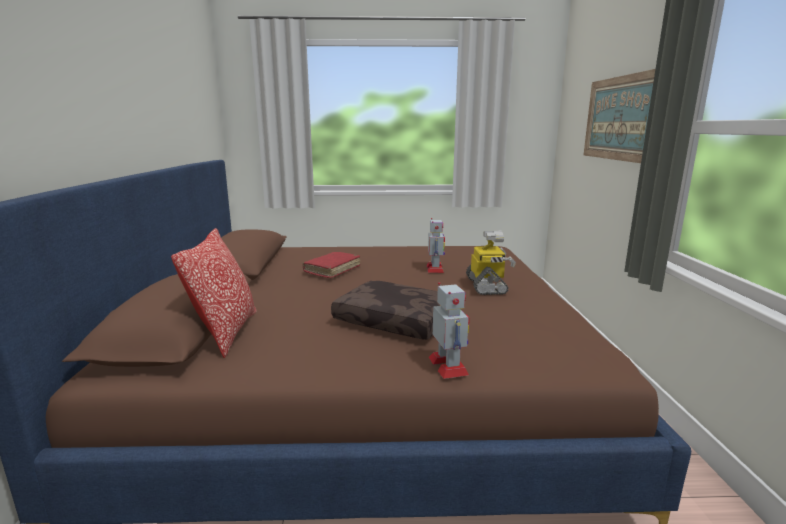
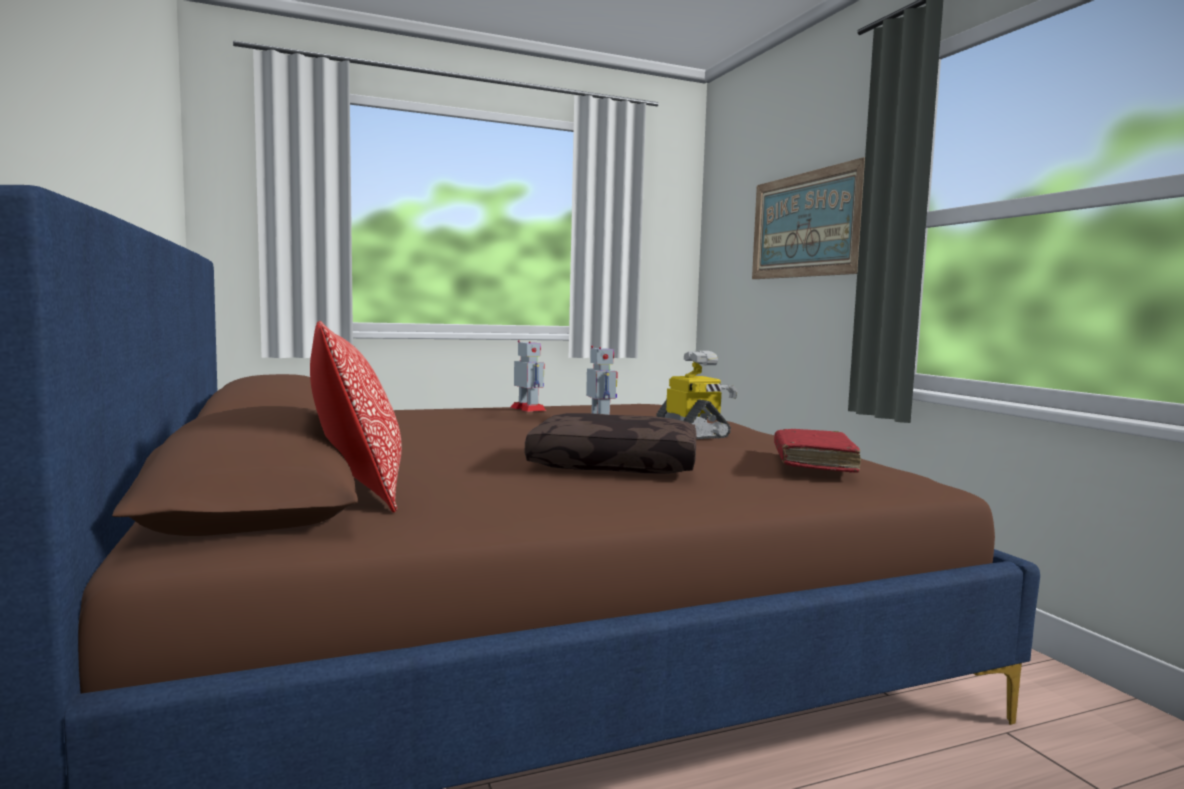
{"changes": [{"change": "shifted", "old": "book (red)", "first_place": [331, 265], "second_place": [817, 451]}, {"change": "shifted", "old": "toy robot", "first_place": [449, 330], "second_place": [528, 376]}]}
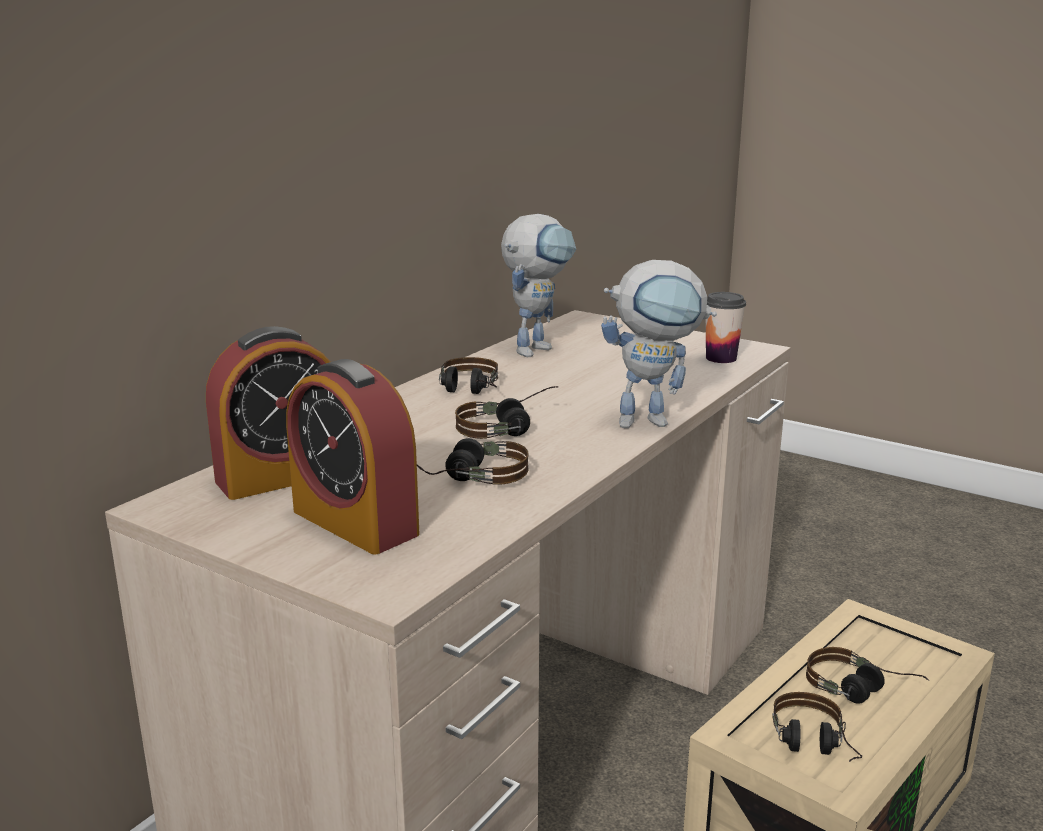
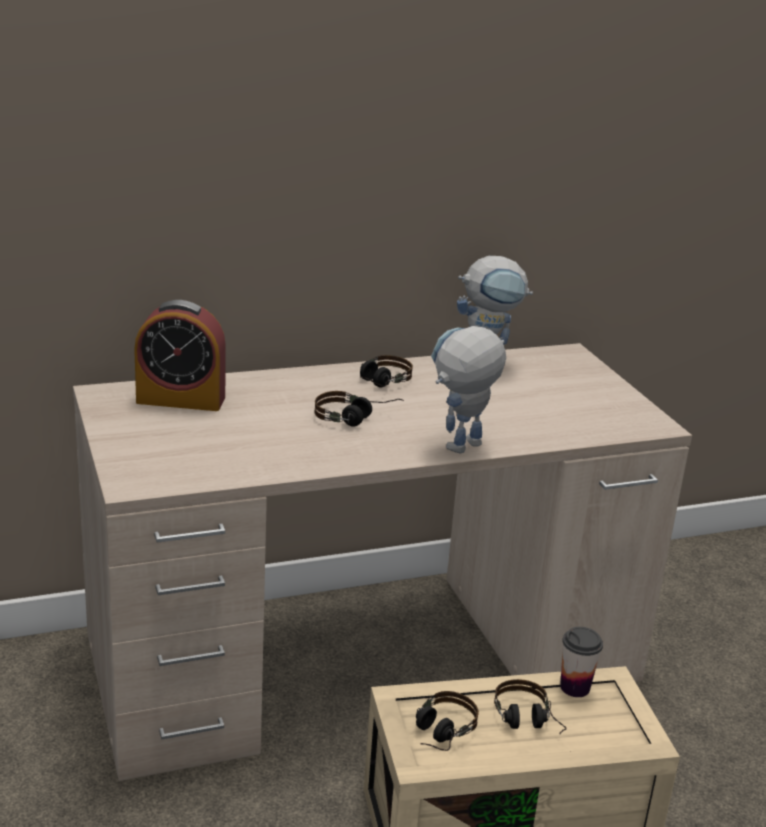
{"changes": [{"change": "rotated", "old": "toy robot", "first_place": [659, 344], "second_place": [468, 390], "degrees": 105}, {"change": "shifted", "old": "cup", "first_place": [726, 327], "second_place": [581, 662]}, {"change": "gone", "old": "alarm clock", "first_place": [352, 457]}, {"change": "gone", "old": "headphones", "first_place": [473, 461]}]}
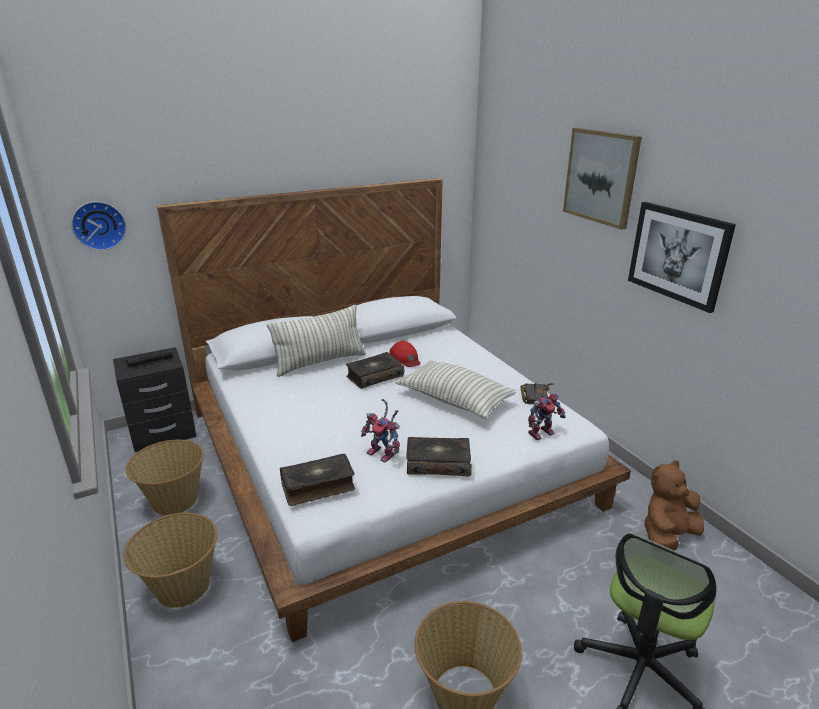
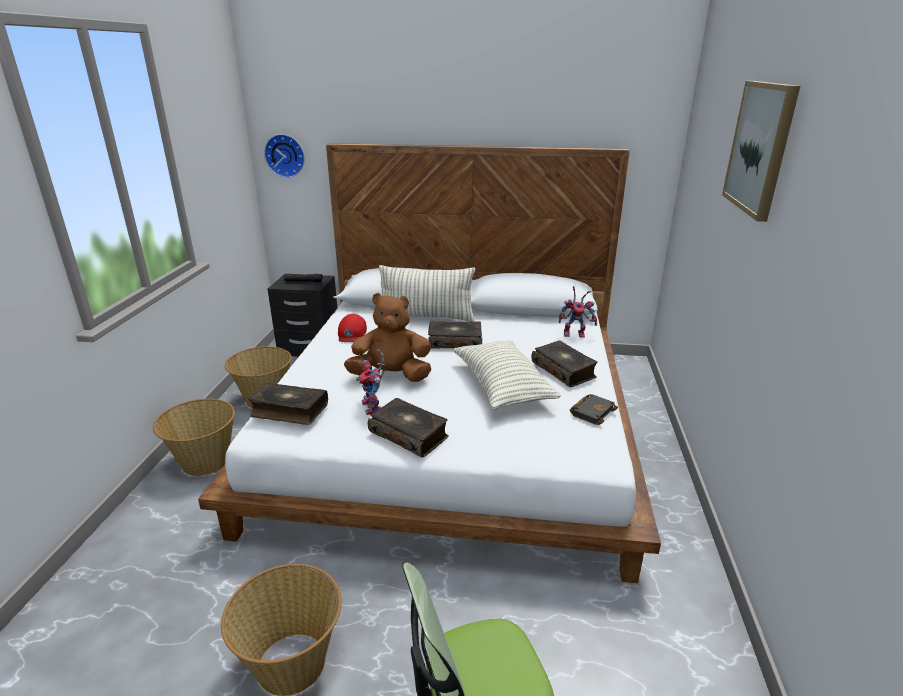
{"changes": [{"change": "gone", "old": "picture", "first_place": [682, 257]}, {"change": "shifted", "old": "cap (red)", "first_place": [405, 354], "second_place": [352, 328]}, {"change": "shifted", "old": "toy robot", "first_place": [547, 411], "second_place": [578, 312]}, {"change": "shifted", "old": "plush toy (brown)", "first_place": [674, 505], "second_place": [387, 337]}, {"change": "new", "new": "book", "second_place": [564, 364]}]}
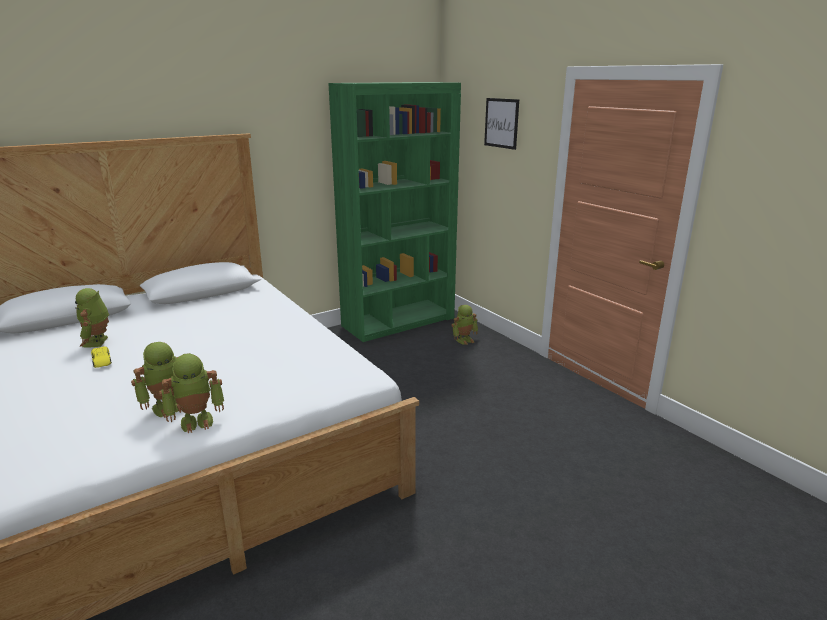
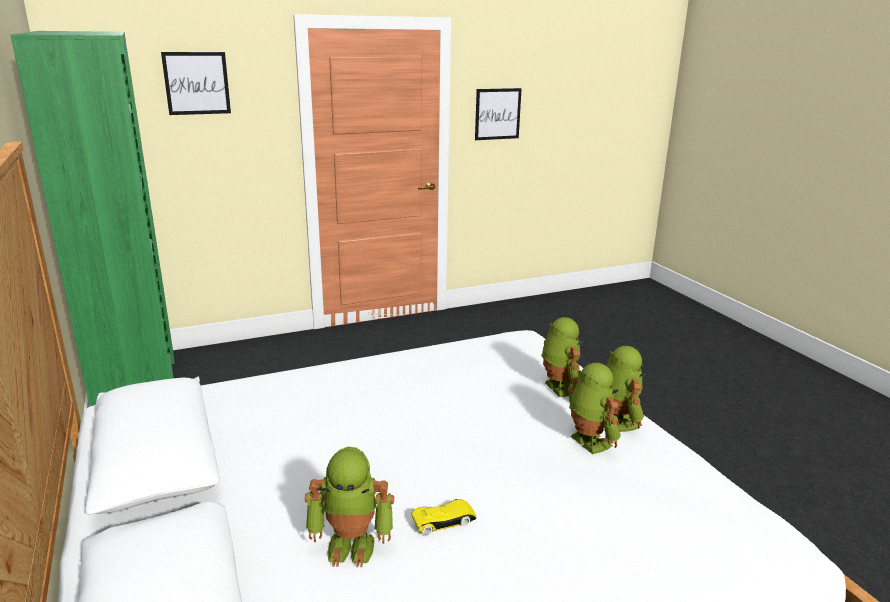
{"changes": [{"change": "shifted", "old": "toy robot", "first_place": [465, 325], "second_place": [562, 357]}, {"change": "new", "new": "picture", "second_place": [498, 114]}]}
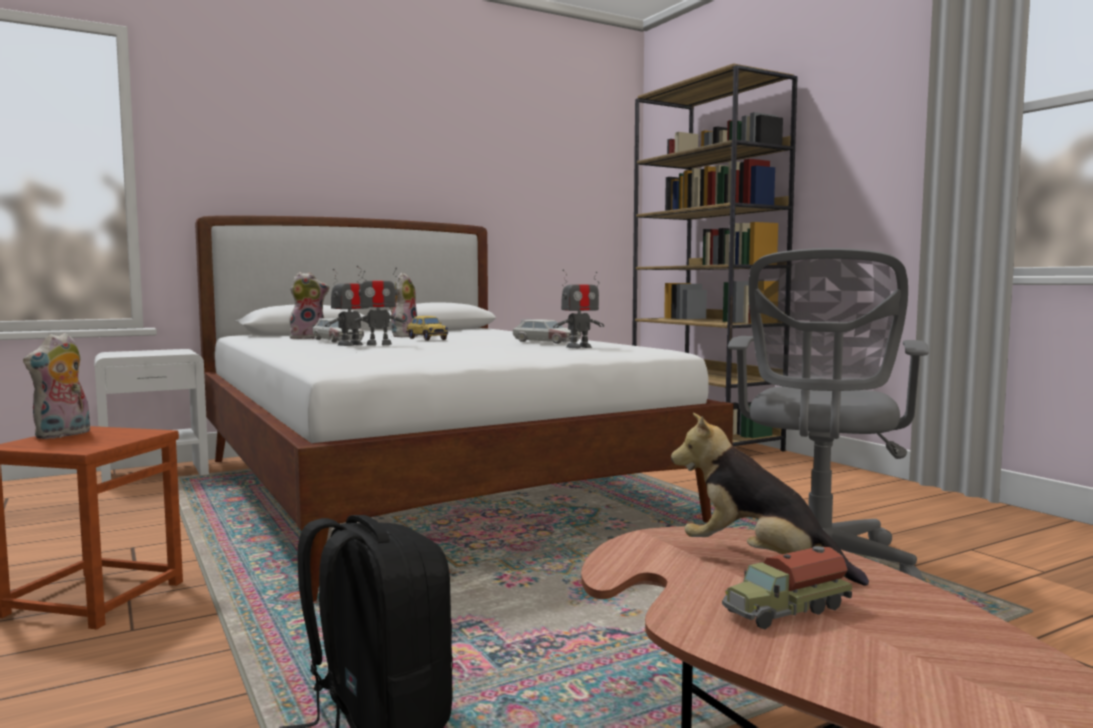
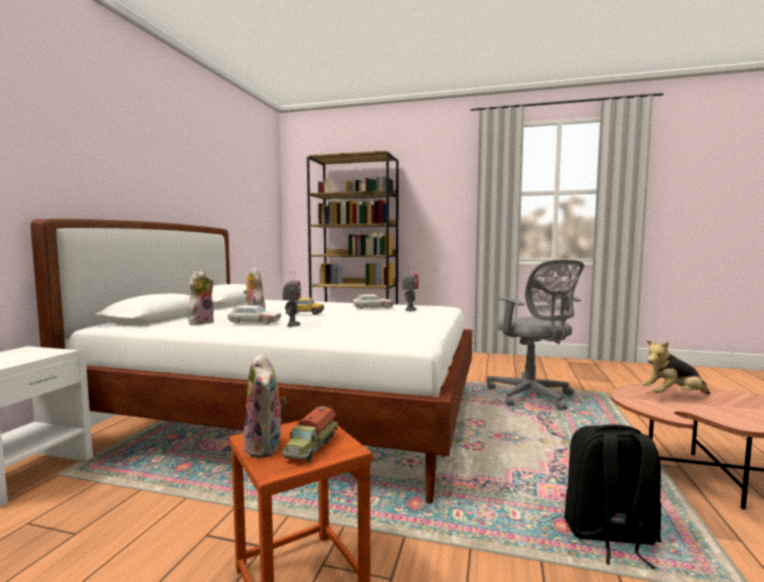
{"changes": [{"change": "gone", "old": "toy robot", "first_place": [378, 305]}, {"change": "shifted", "old": "toy truck", "first_place": [787, 588], "second_place": [310, 434]}]}
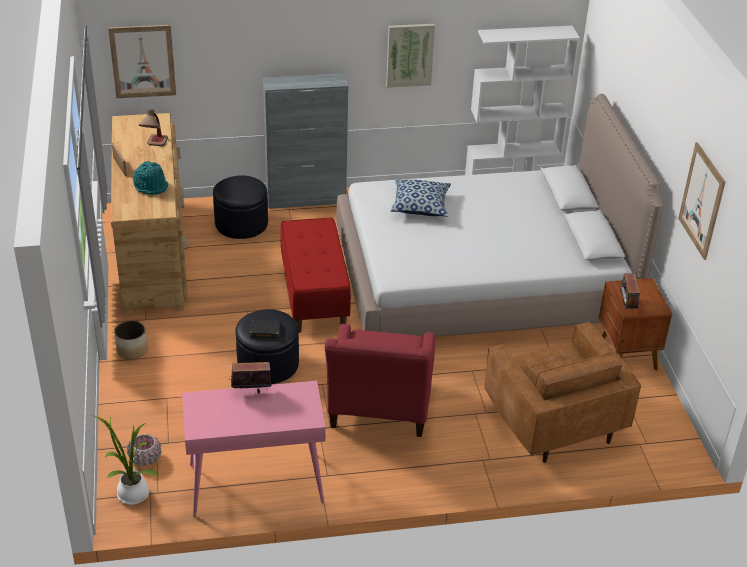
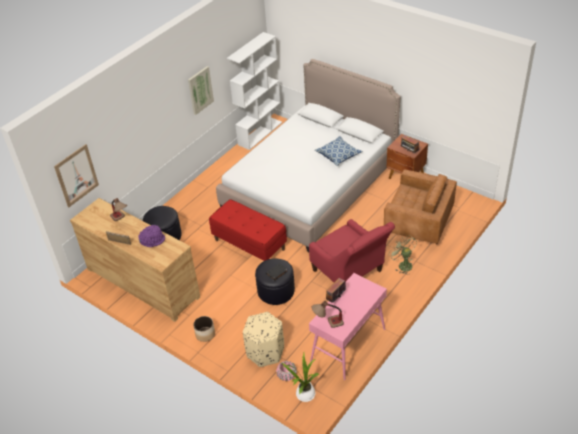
{"changes": [{"change": "gone", "old": "cabinet (grey)", "first_place": [305, 141]}, {"change": "gone", "old": "picture", "first_place": [701, 201]}, {"change": "repainted", "old": "hat (turquoise)", "new": "hat (purple)", "first_place": [150, 178], "second_place": [151, 236]}, {"change": "shifted", "old": "pillow", "first_place": [420, 198], "second_place": [339, 151]}, {"change": "new", "new": "fan (green)", "second_place": [403, 255]}, {"change": "new", "new": "table lamp", "second_place": [328, 314]}, {"change": "new", "new": "ottoman (beige)", "second_place": [263, 339]}]}
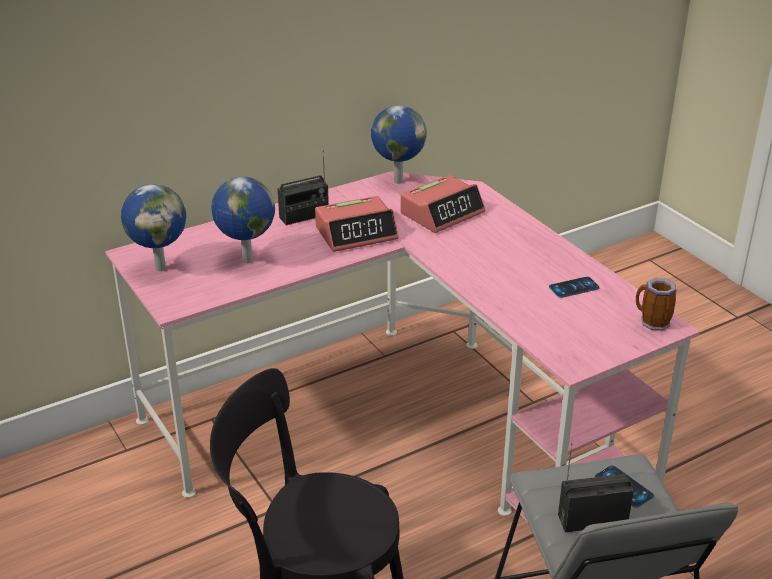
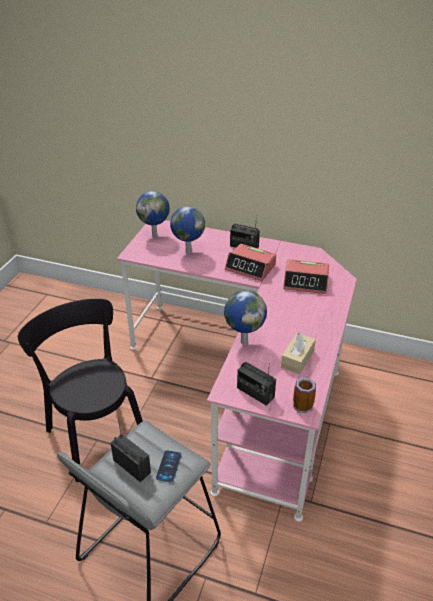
{"changes": [{"change": "shifted", "old": "globe", "first_place": [399, 144], "second_place": [245, 317]}, {"change": "swapped", "old": "phone", "new": "tissue box (beige)", "first_place": [574, 287], "second_place": [298, 353]}, {"change": "new", "new": "radio", "second_place": [256, 384]}]}
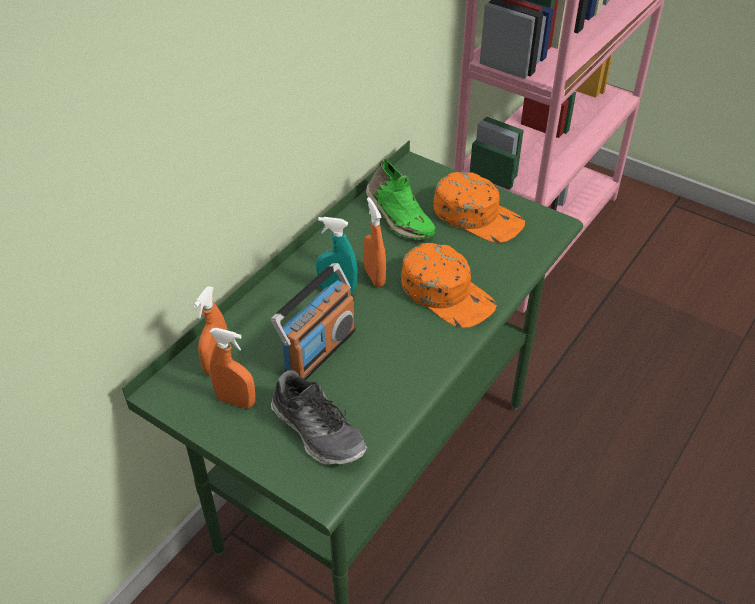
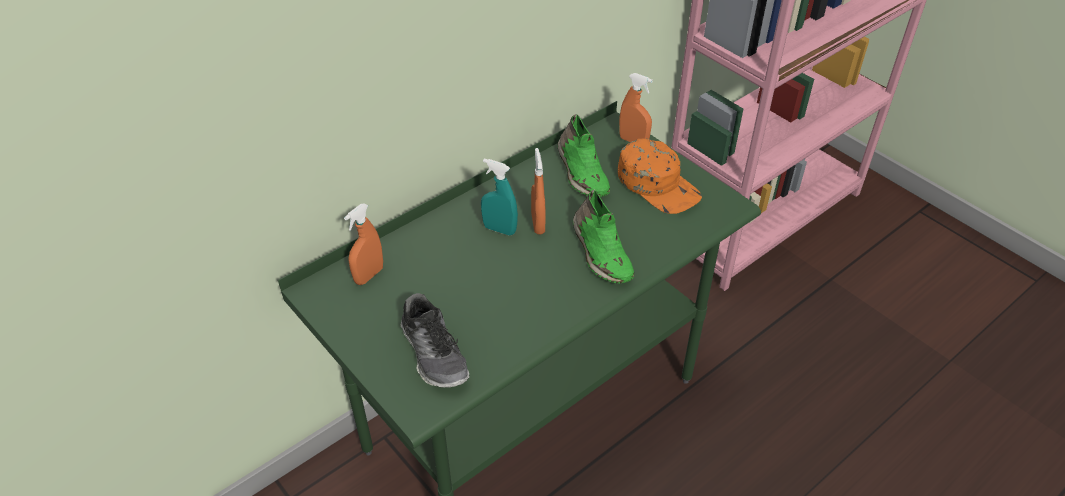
{"changes": [{"change": "swapped", "old": "cap (orange)", "new": "shoe (green)", "first_place": [449, 285], "second_place": [603, 236]}, {"change": "gone", "old": "radio", "first_place": [313, 321]}, {"change": "shifted", "old": "spray bottle (orange)", "first_place": [232, 368], "second_place": [636, 107]}]}
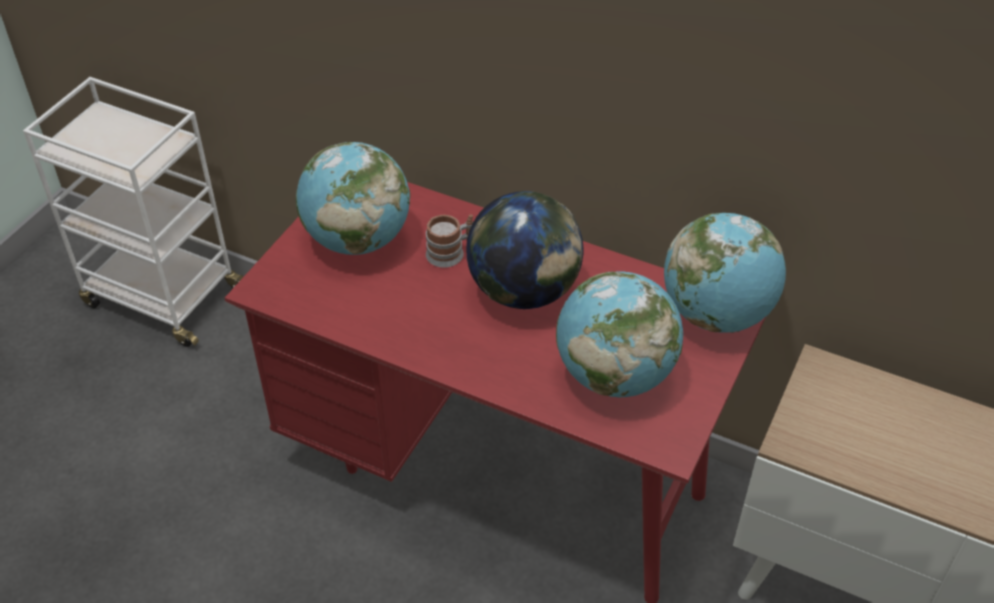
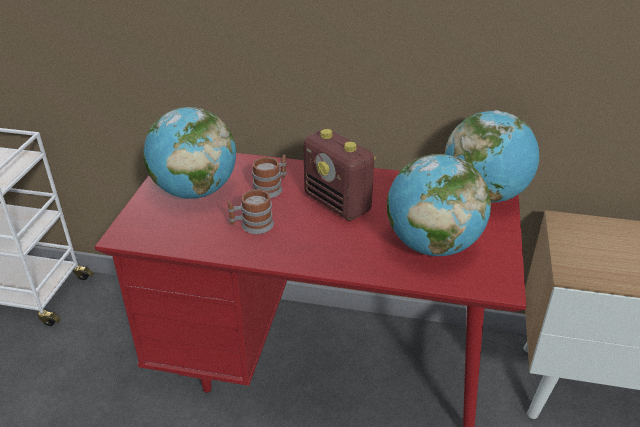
{"changes": [{"change": "swapped", "old": "globe", "new": "radio", "first_place": [525, 250], "second_place": [340, 174]}, {"change": "new", "new": "mug", "second_place": [250, 211]}]}
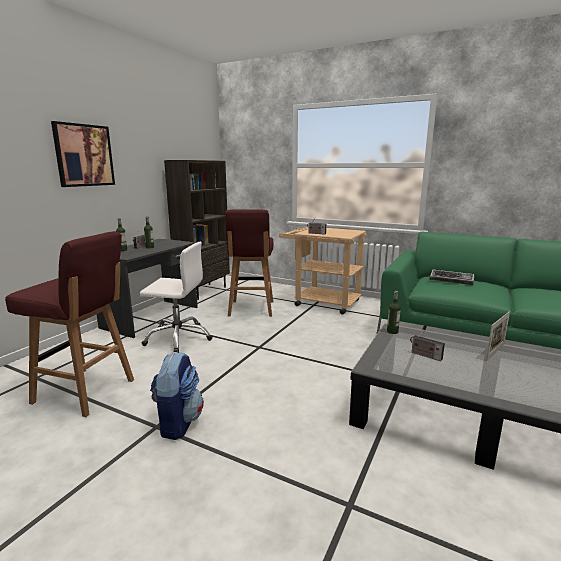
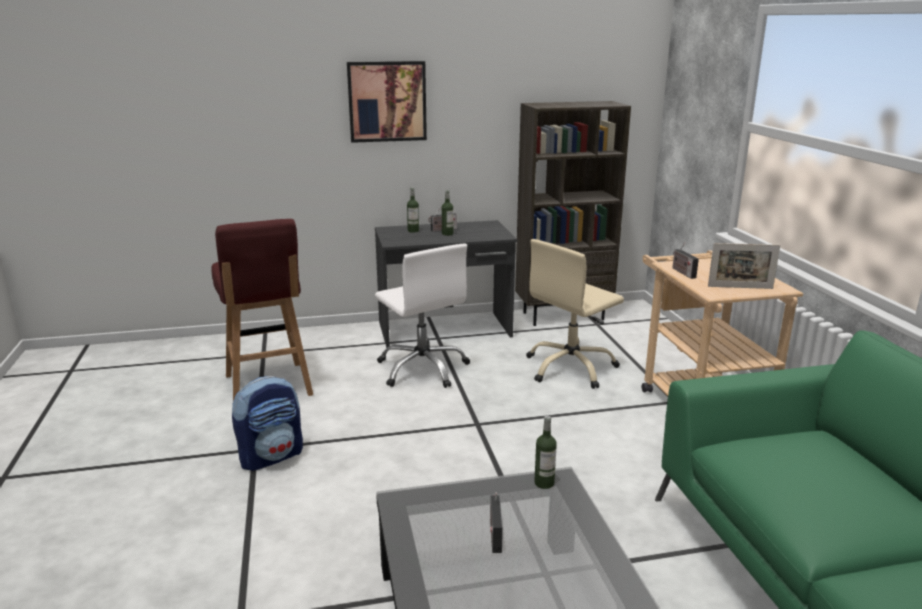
{"changes": [{"change": "swapped", "old": "stool (red)", "new": "office chair (beige)", "first_place": [249, 263], "second_place": [575, 314]}, {"change": "gone", "old": "keyboard", "first_place": [452, 277]}, {"change": "shifted", "old": "picture frame", "first_place": [498, 336], "second_place": [744, 266]}]}
